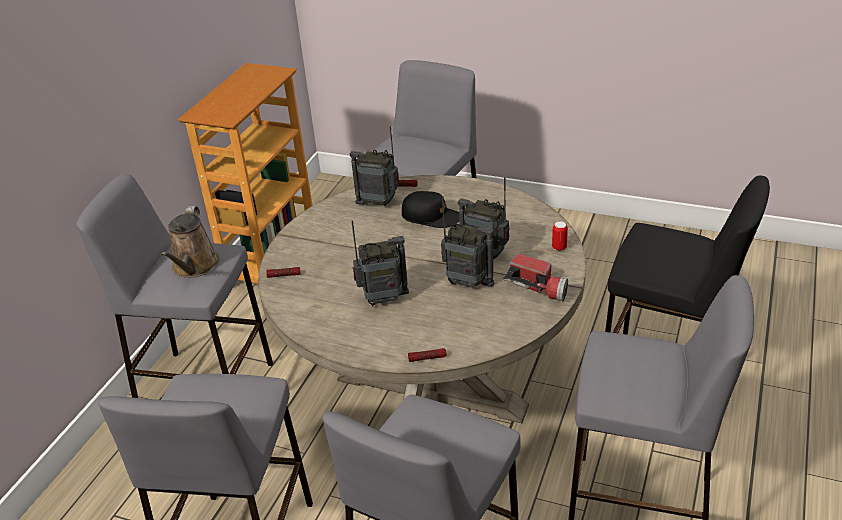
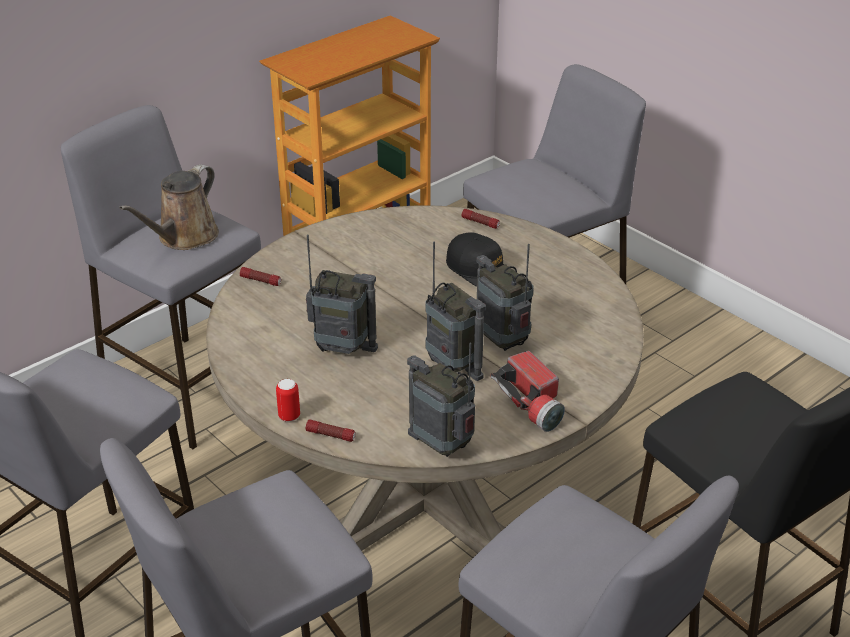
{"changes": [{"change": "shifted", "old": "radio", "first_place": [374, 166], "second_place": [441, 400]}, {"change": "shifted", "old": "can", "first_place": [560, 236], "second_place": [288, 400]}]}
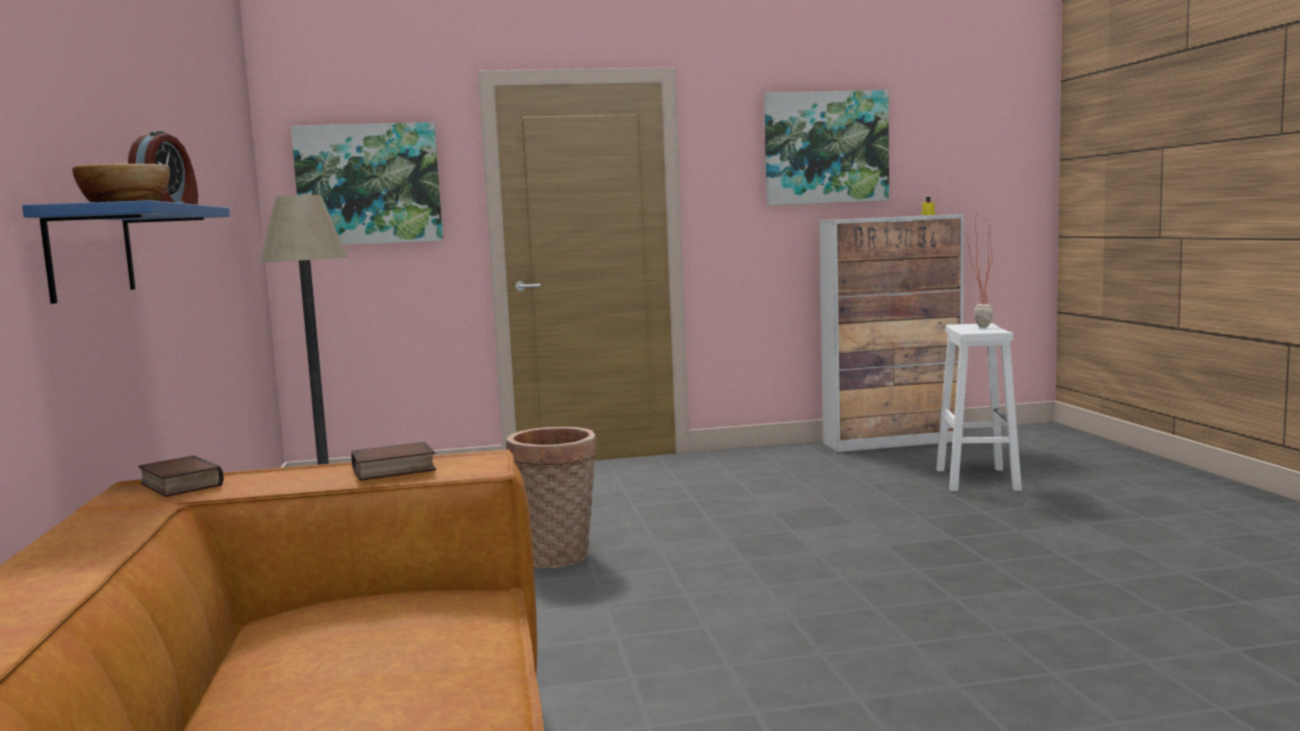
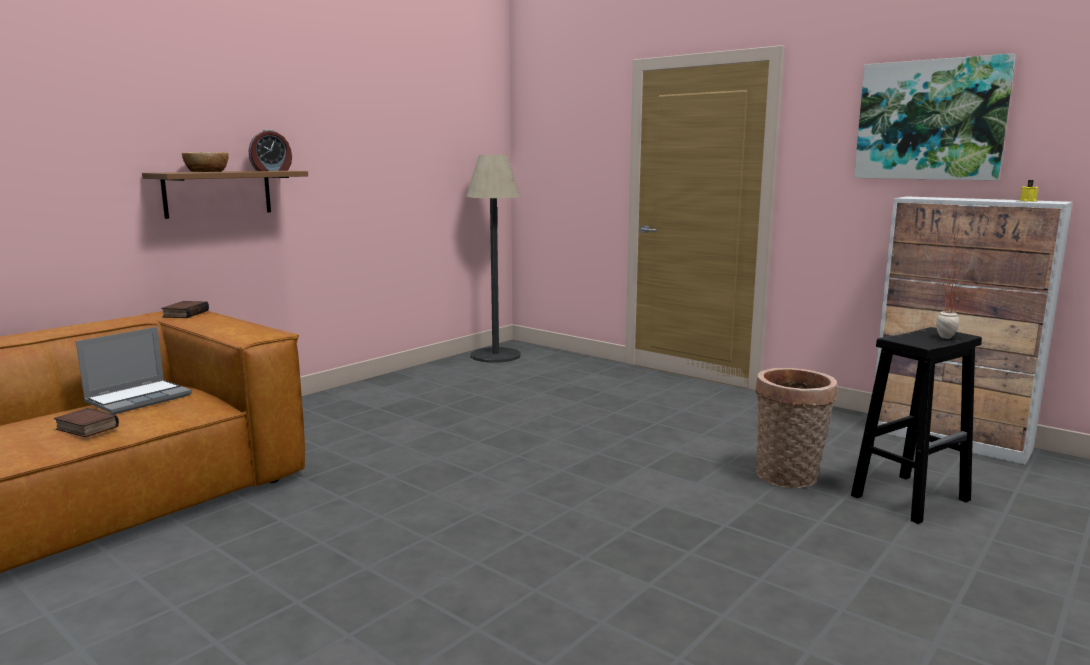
{"changes": [{"change": "gone", "old": "picture", "first_place": [367, 183]}, {"change": "repainted", "old": "shelf (blue)", "new": "shelf (brown)", "first_place": [126, 252], "second_place": [225, 195]}, {"change": "repainted", "old": "stool (white)", "new": "stool (black)", "first_place": [979, 407], "second_place": [916, 425]}, {"change": "shifted", "old": "basket", "first_place": [551, 497], "second_place": [797, 428]}, {"change": "shifted", "old": "book", "first_place": [393, 461], "second_place": [86, 422]}, {"change": "new", "new": "laptop", "second_place": [134, 370]}]}
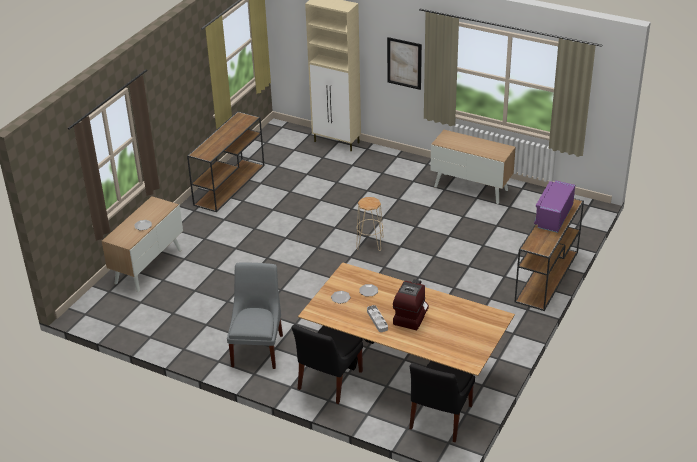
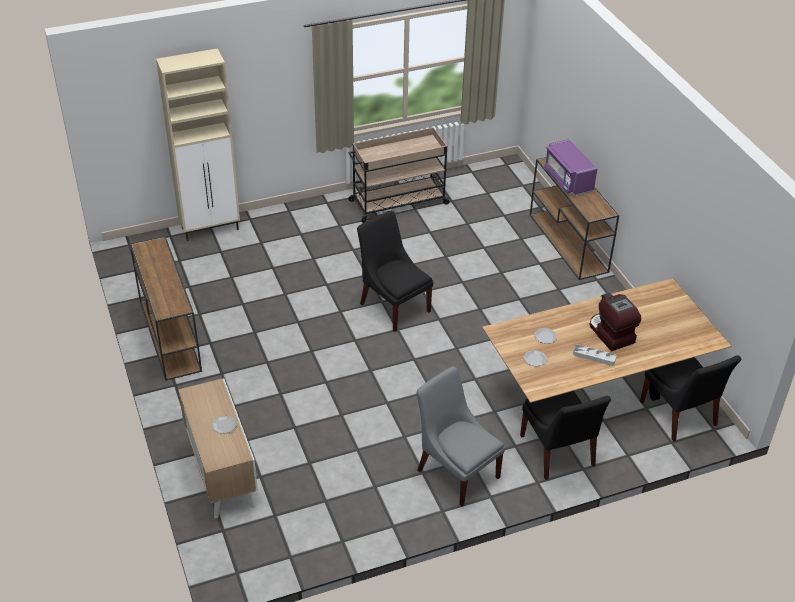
{"changes": [{"change": "gone", "old": "picture", "first_place": [404, 63]}, {"change": "swapped", "old": "cabinet", "new": "cart (beige)", "first_place": [473, 167], "second_place": [399, 175]}, {"change": "swapped", "old": "stool (beige)", "new": "chair (black)", "first_place": [369, 224], "second_place": [395, 271]}]}
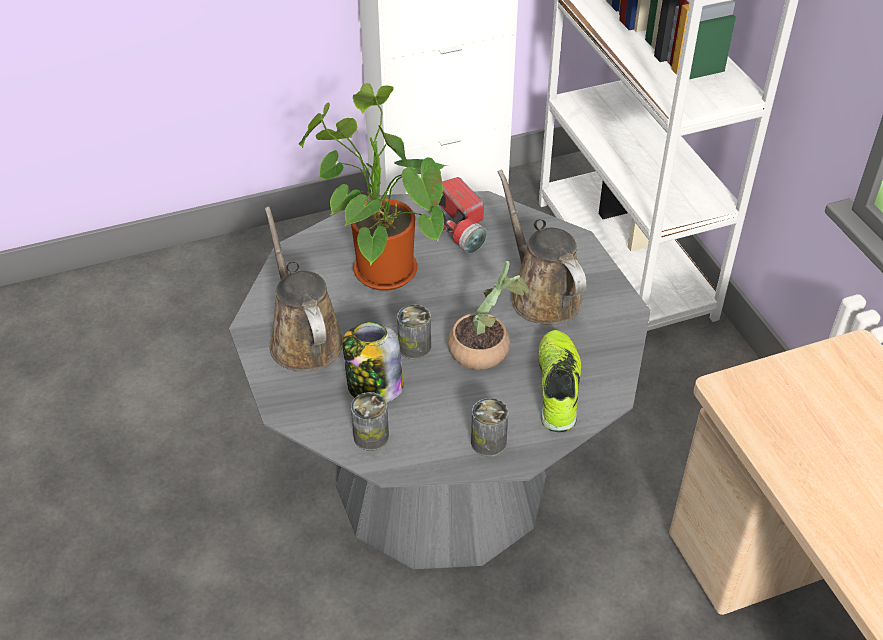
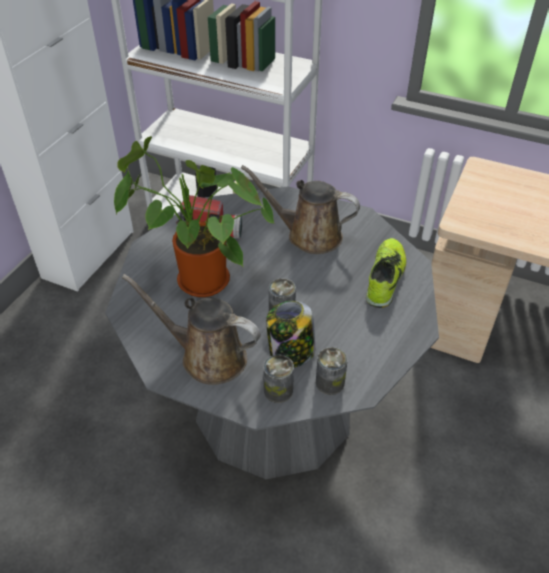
{"changes": [{"change": "gone", "old": "potted plant", "first_place": [488, 315]}, {"change": "rotated", "old": "shoe", "first_place": [559, 381], "second_place": [386, 273], "degrees": 60}, {"change": "shifted", "old": "can", "first_place": [489, 427], "second_place": [278, 379]}]}
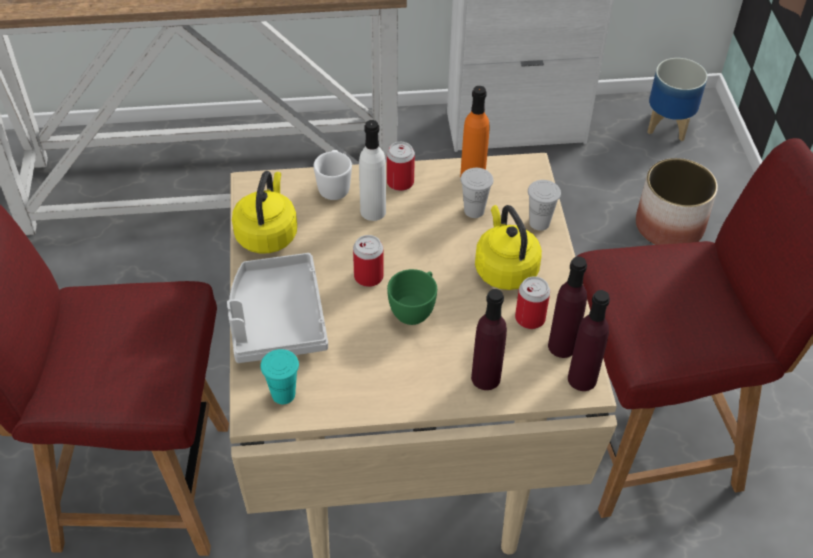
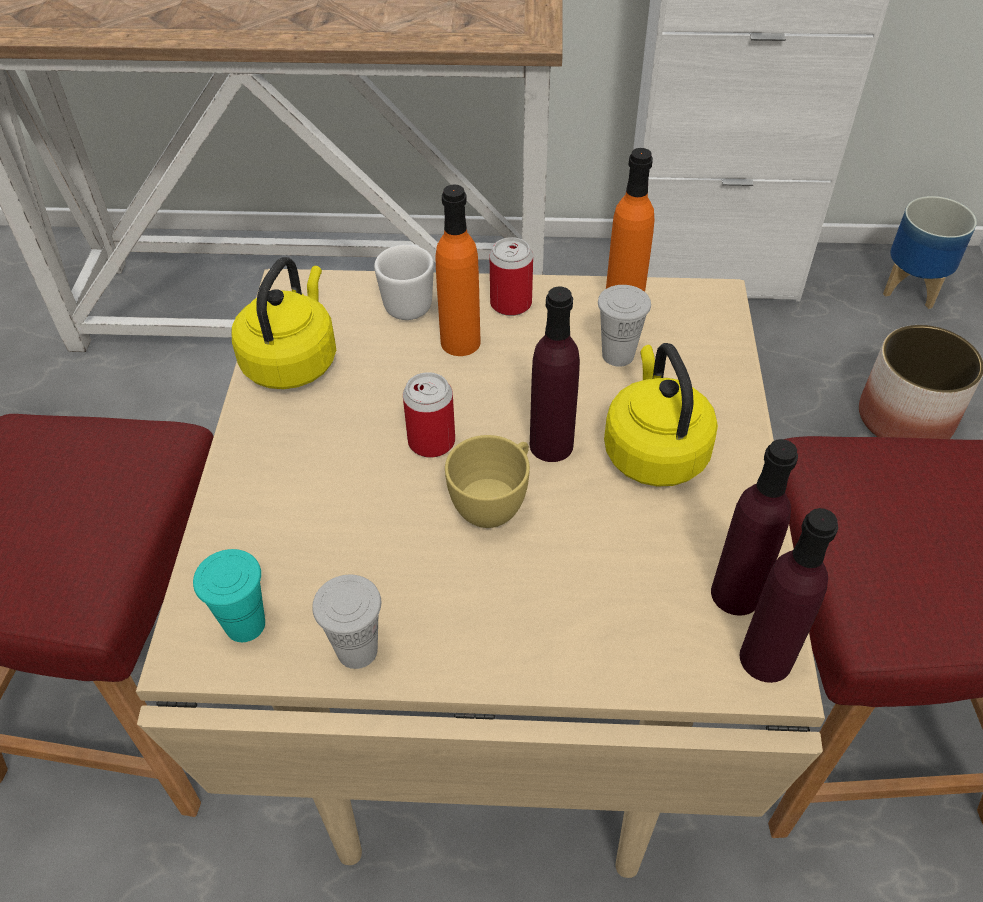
{"changes": [{"change": "repainted", "old": "bottle (white)", "new": "bottle (orange)", "first_place": [372, 170], "second_place": [458, 270]}, {"change": "shifted", "old": "cup (white)", "first_place": [544, 205], "second_place": [346, 622]}, {"change": "gone", "old": "tray (grey)", "first_place": [277, 308]}, {"change": "repainted", "old": "cup (green)", "new": "cup (yellow)", "first_place": [412, 297], "second_place": [487, 481]}, {"change": "gone", "old": "can", "first_place": [532, 302]}, {"change": "shifted", "old": "bottle (purple)", "first_place": [489, 339], "second_place": [555, 374]}]}
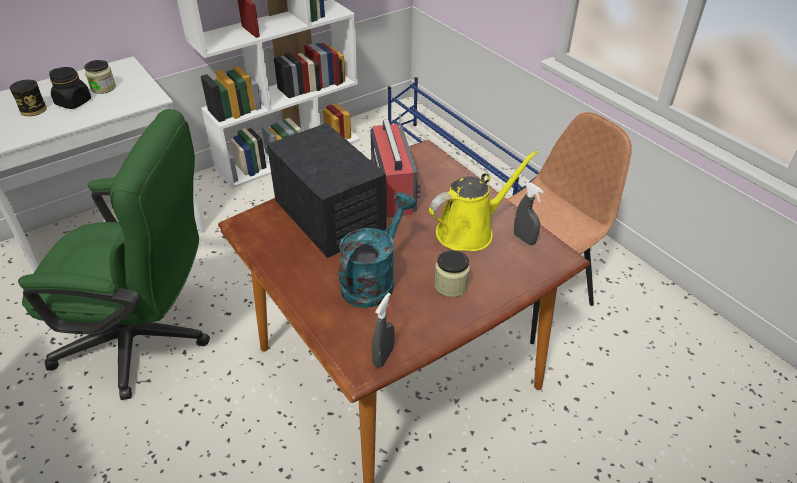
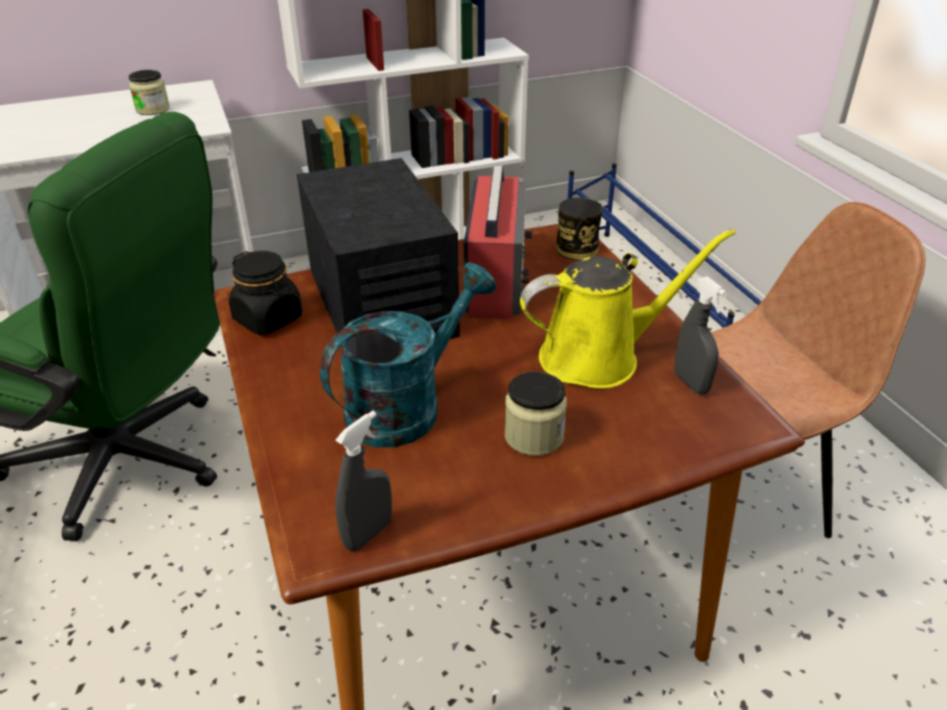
{"changes": [{"change": "shifted", "old": "jar (black)", "first_place": [70, 88], "second_place": [265, 293]}, {"change": "shifted", "old": "can", "first_place": [28, 97], "second_place": [579, 229]}]}
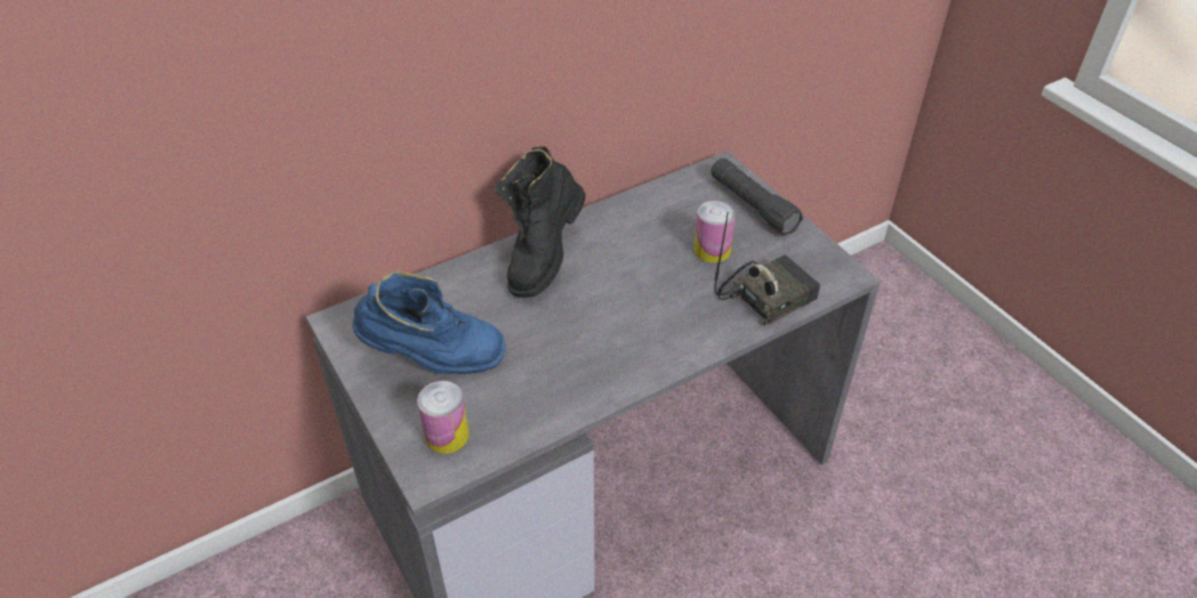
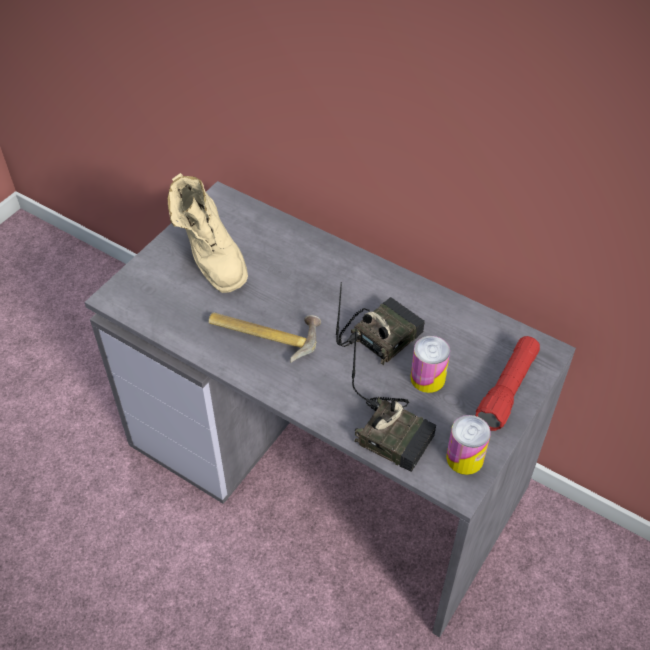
{"changes": [{"change": "gone", "old": "boot (black)", "first_place": [540, 222]}, {"change": "repainted", "old": "flashlight (black)", "new": "flashlight (red)", "first_place": [757, 196], "second_place": [507, 383]}, {"change": "repainted", "old": "boot (blue)", "new": "boot (beige)", "first_place": [429, 322], "second_place": [208, 233]}, {"change": "shifted", "old": "can", "first_place": [443, 417], "second_place": [468, 445]}, {"change": "new", "new": "radio", "second_place": [380, 323]}, {"change": "new", "new": "hammer", "second_place": [265, 337]}]}
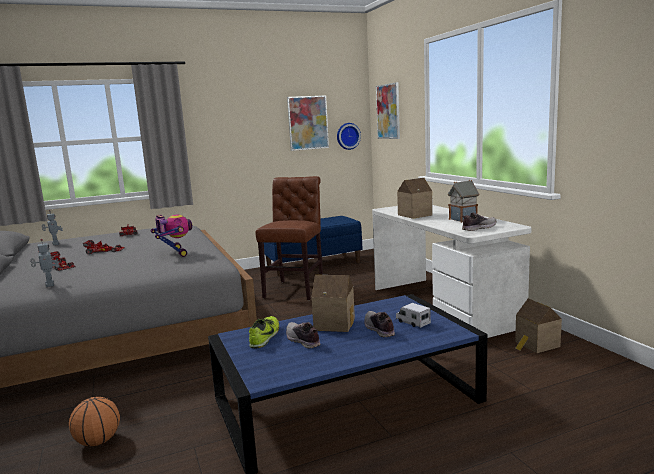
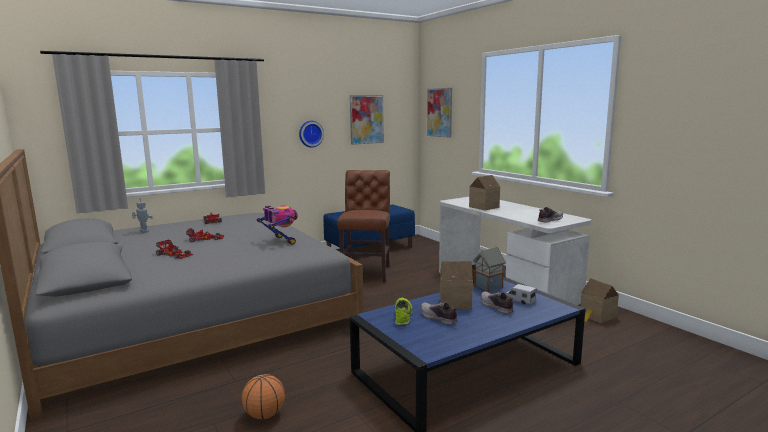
{"changes": [{"change": "shifted", "old": "wall clock", "first_place": [349, 136], "second_place": [311, 134]}, {"change": "shifted", "old": "toy house", "first_place": [463, 201], "second_place": [489, 269]}, {"change": "gone", "old": "toy robot", "first_place": [44, 263]}]}
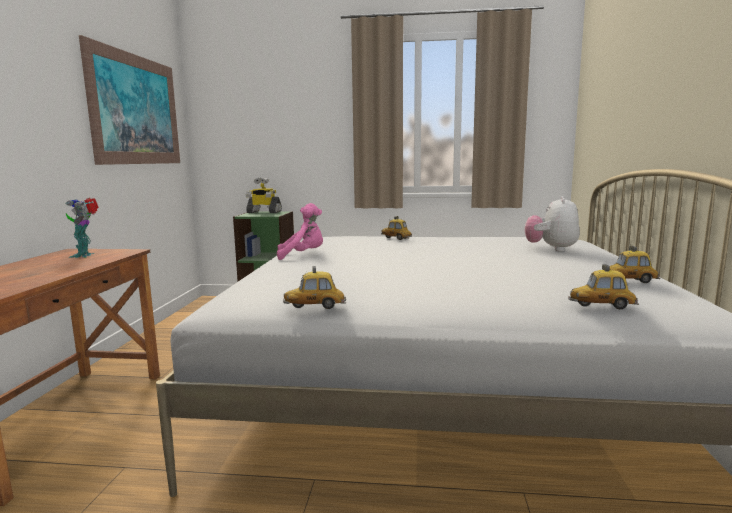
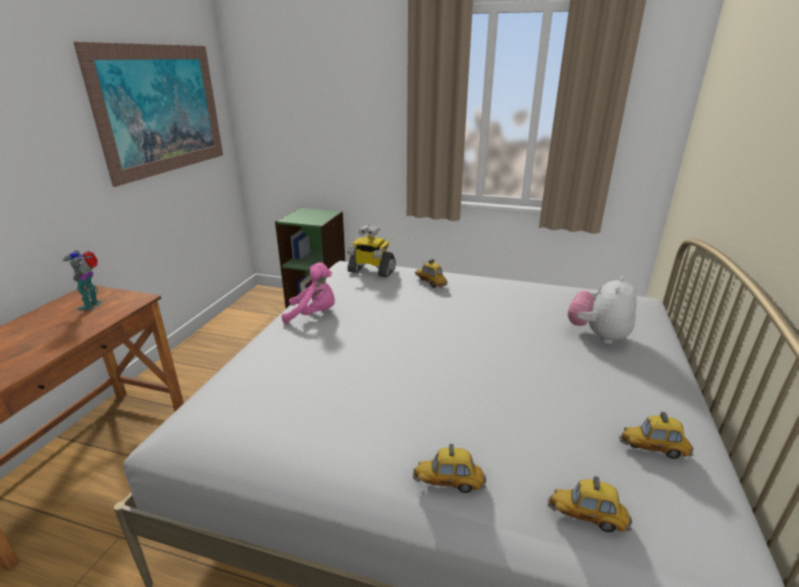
{"changes": [{"change": "shifted", "old": "toy robot", "first_place": [264, 195], "second_place": [371, 251]}, {"change": "shifted", "old": "toy car", "first_place": [314, 287], "second_place": [449, 468]}]}
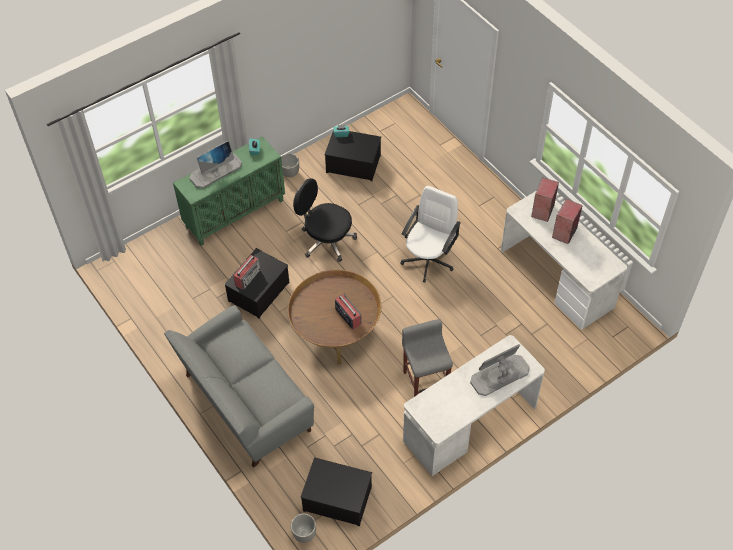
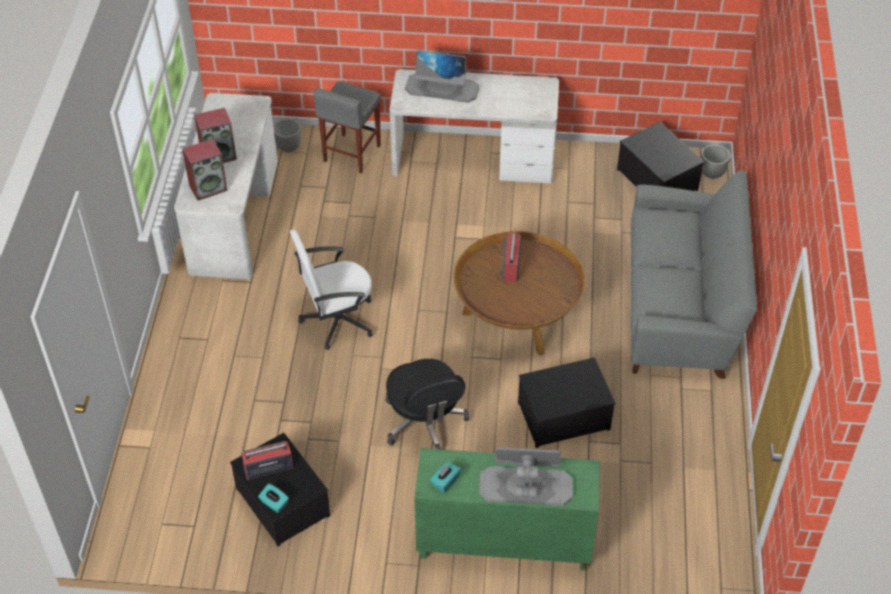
{"changes": [{"change": "shifted", "old": "planter", "first_place": [290, 165], "second_place": [287, 135]}, {"change": "shifted", "old": "radio", "first_place": [247, 272], "second_place": [267, 460]}, {"change": "shifted", "old": "stool (grey)", "first_place": [427, 358], "second_place": [347, 127]}]}
